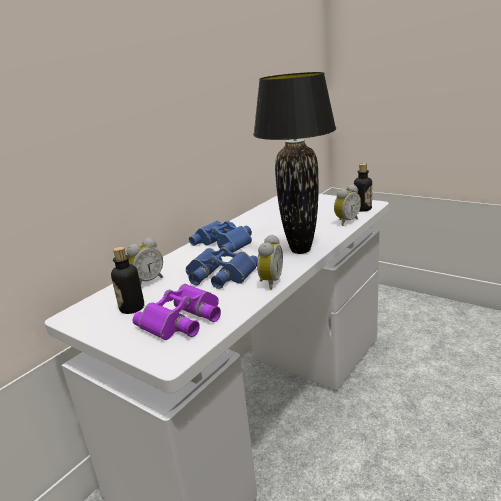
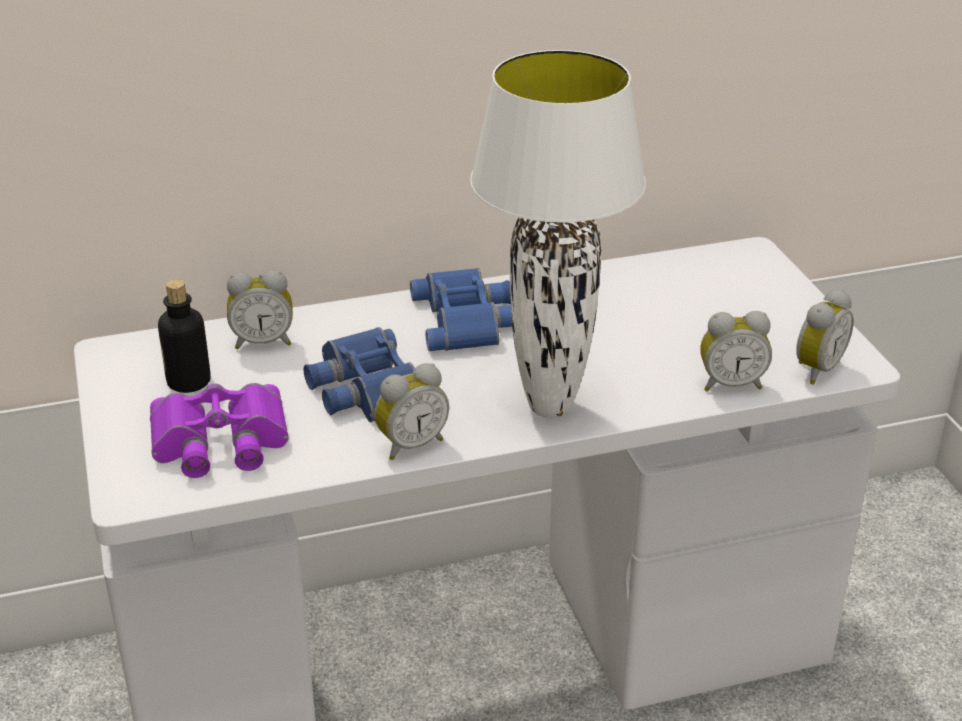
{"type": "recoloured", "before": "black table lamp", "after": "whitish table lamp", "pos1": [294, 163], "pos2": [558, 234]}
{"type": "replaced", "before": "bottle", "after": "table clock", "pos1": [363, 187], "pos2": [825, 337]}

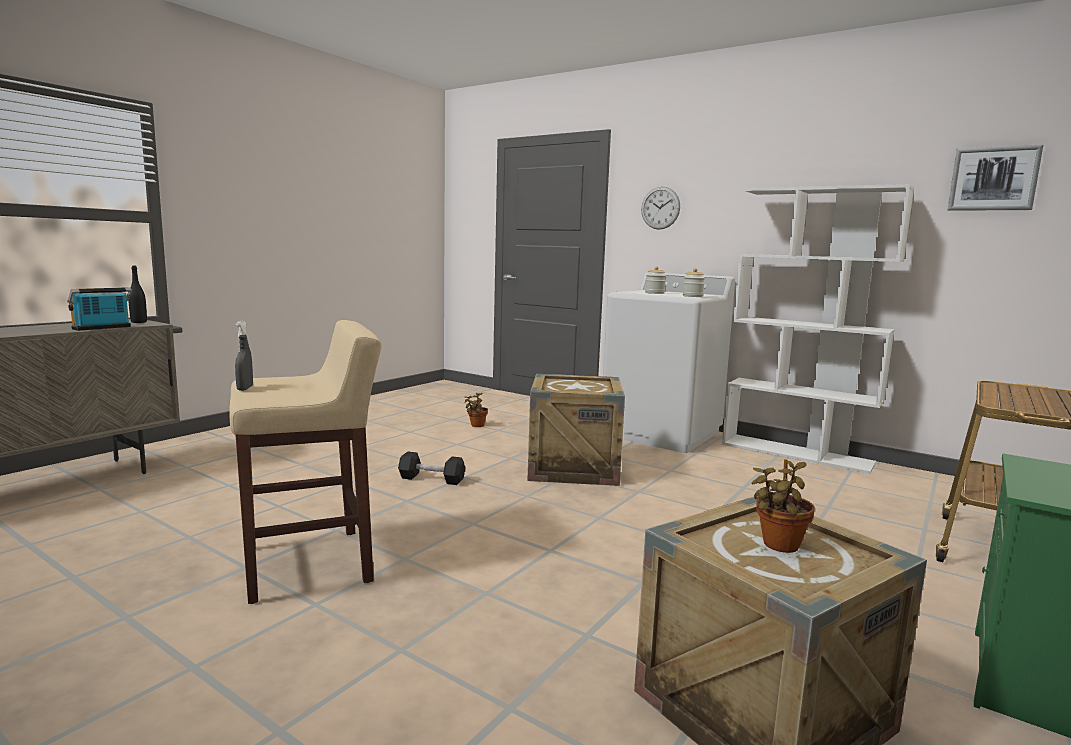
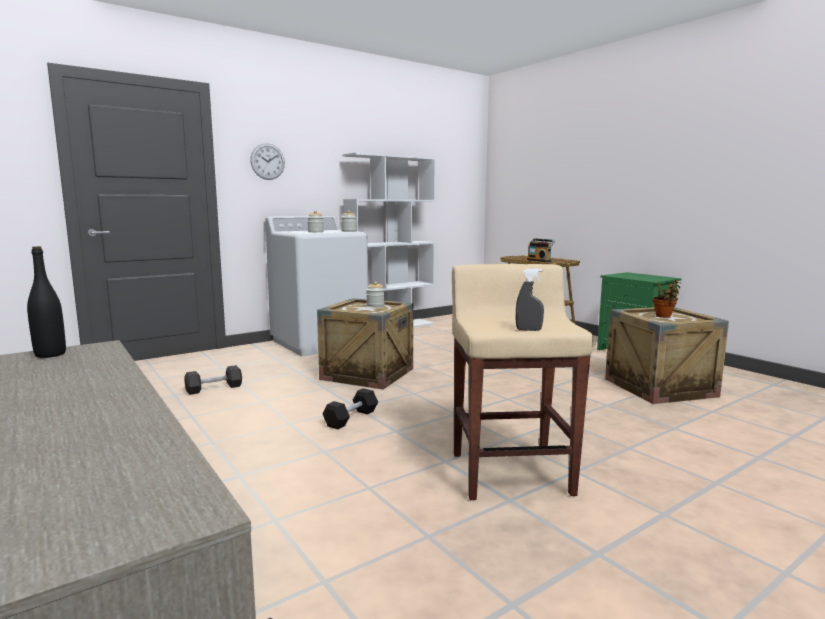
{"type": "replaced", "before": "houseplant", "after": "black free weight", "pos1": [476, 410], "pos2": [213, 380]}
{"type": "added", "after": "preserve jar", "pos2": [375, 294]}
{"type": "moved", "before": "radio set", "pos1": [99, 309], "pos2": [541, 250]}
{"type": "removed", "before": "wall art", "pos1": [995, 178]}

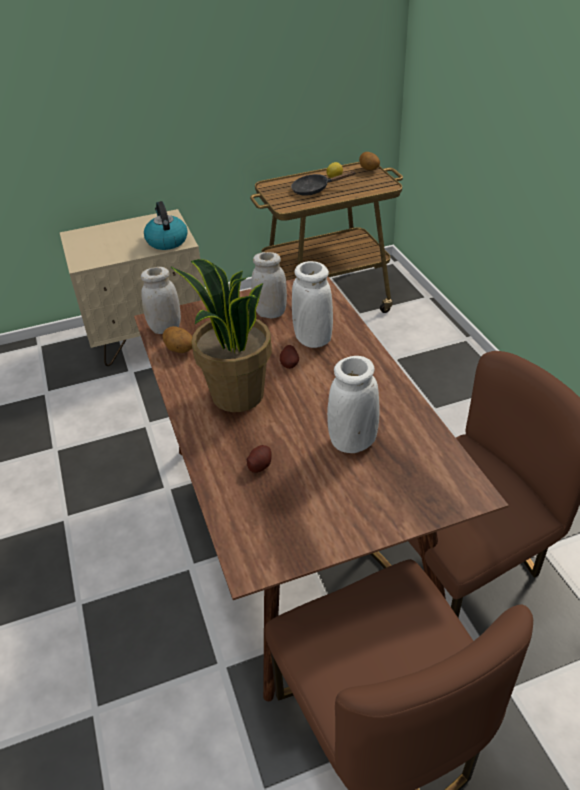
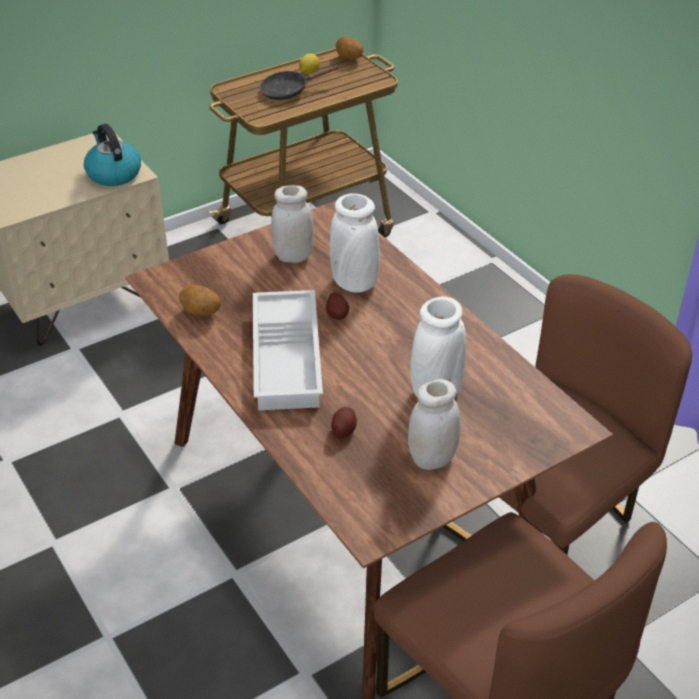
{"type": "replaced", "before": "houseplant", "after": "whitish carrying tray", "pos1": [220, 335], "pos2": [288, 350]}
{"type": "moved", "before": "whitish preserve jar", "pos1": [161, 300], "pos2": [434, 424]}

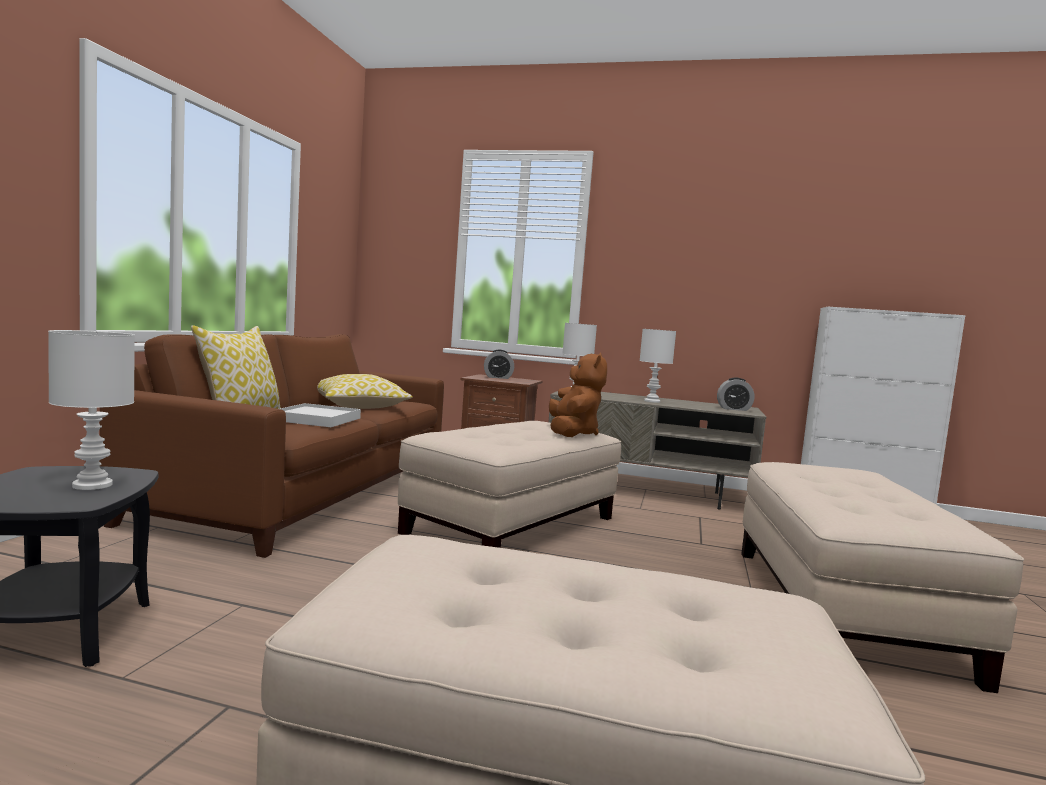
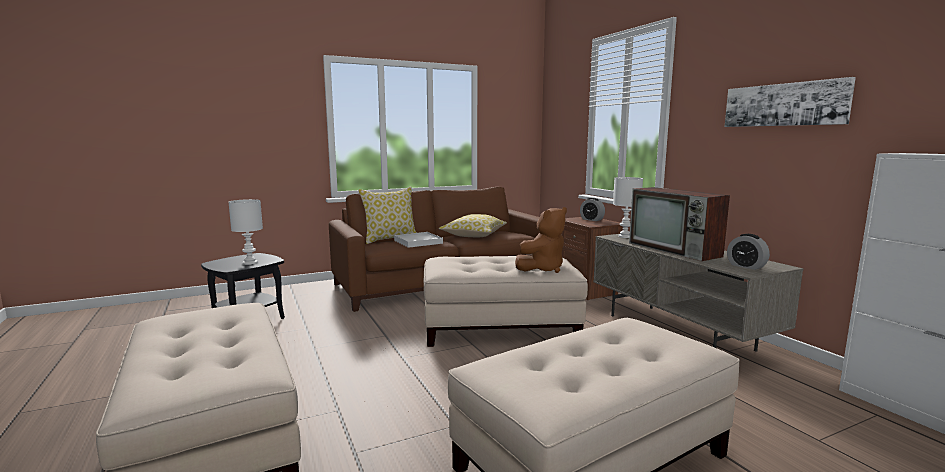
{"type": "replaced", "before": "whitish table lamp", "after": "TV set", "pos1": [658, 366], "pos2": [679, 224]}
{"type": "added", "after": "wall art", "pos2": [790, 102]}

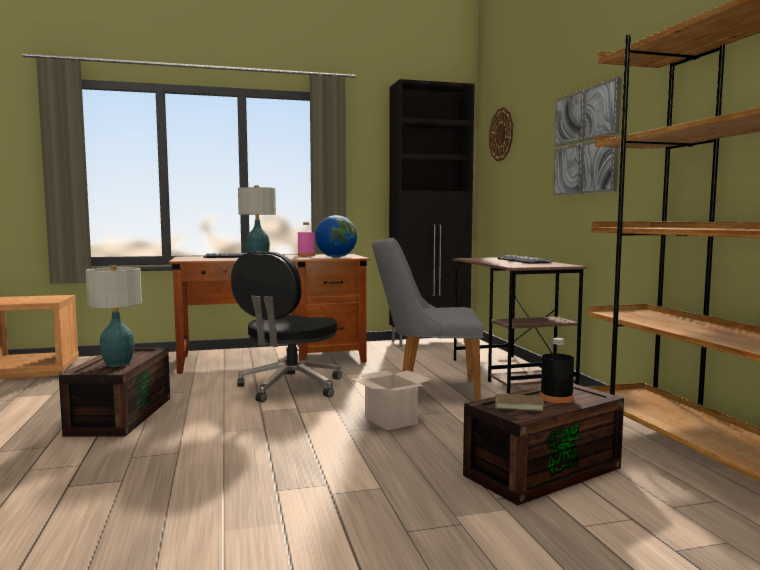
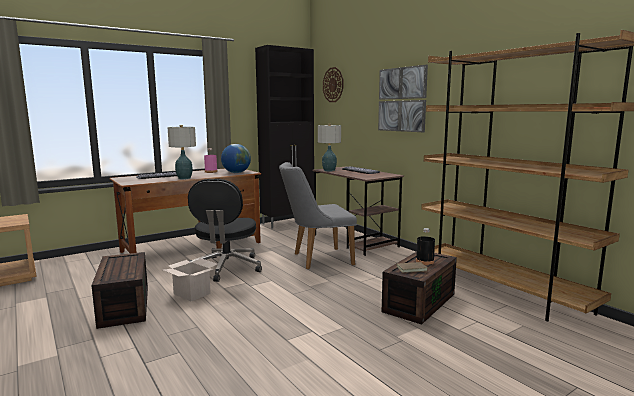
{"type": "moved", "before": "packing box", "pos1": [391, 400], "pos2": [190, 279]}
{"type": "moved", "before": "table lamp", "pos1": [114, 316], "pos2": [329, 148]}

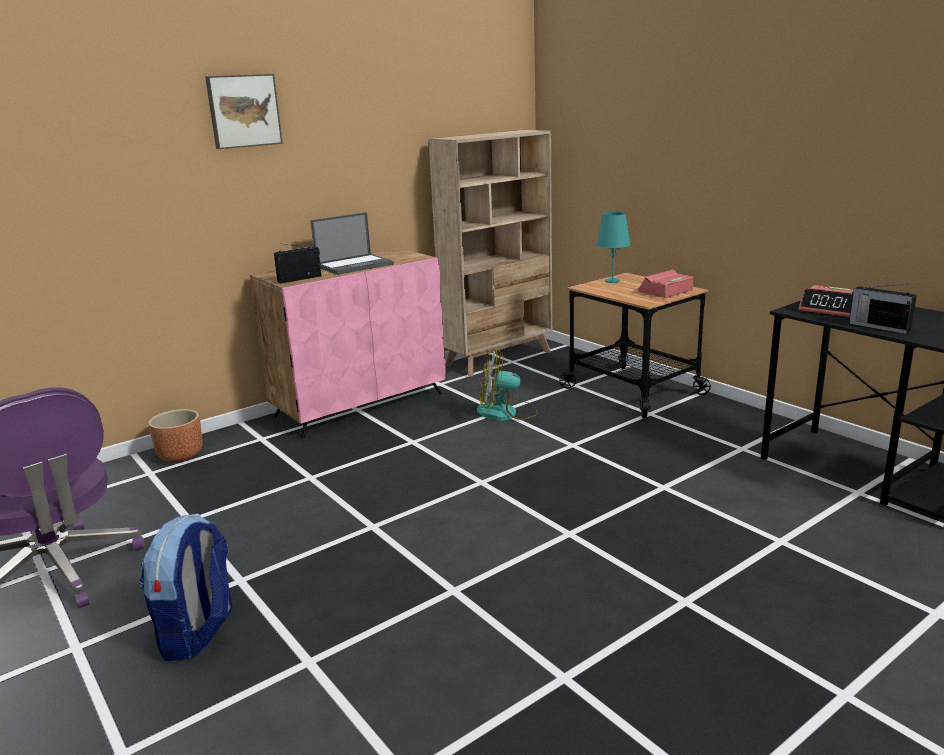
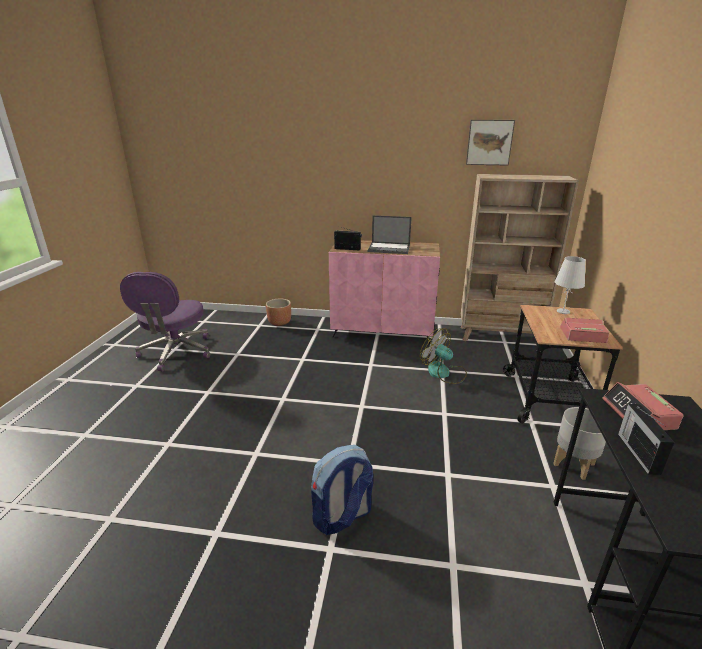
{"type": "moved", "before": "rucksack", "pos1": [186, 587], "pos2": [342, 490]}
{"type": "moved", "before": "wall art", "pos1": [244, 111], "pos2": [490, 143]}
{"type": "added", "after": "gray flower pot", "pos2": [579, 443]}
{"type": "recoloured", "before": "turquoise table lamp", "after": "whitish table lamp", "pos1": [613, 247], "pos2": [570, 285]}

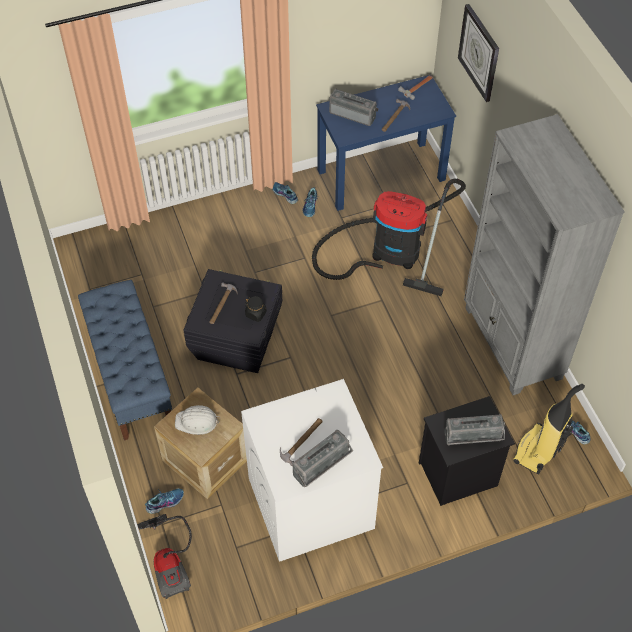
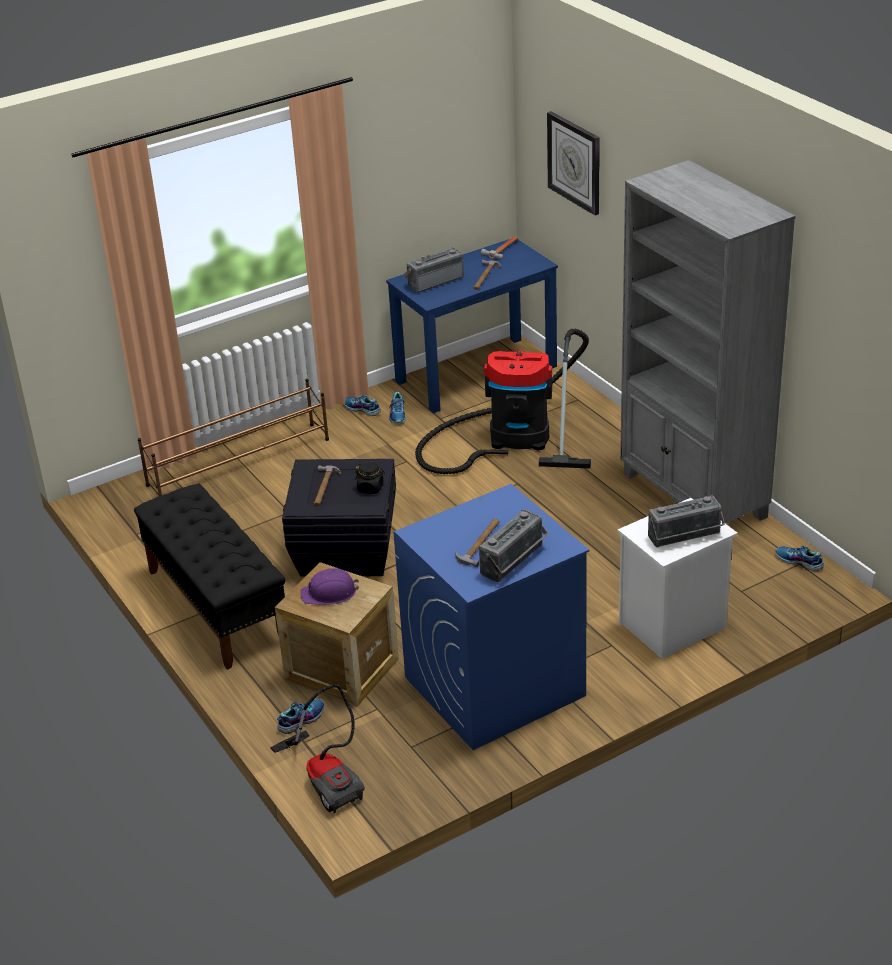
{"type": "recoloured", "before": "bluish indoor bench", "after": "black indoor bench", "pos1": [125, 360], "pos2": [209, 577]}
{"type": "added", "after": "brownish shoe stand", "pos2": [233, 437]}
{"type": "recoloured", "before": "whitish hard hat", "after": "purplish hard hat", "pos1": [197, 420], "pos2": [329, 586]}
{"type": "recoloured", "before": "whitish laundry machine", "after": "bluish laundry machine", "pos1": [312, 470], "pos2": [491, 617]}
{"type": "turned", "before": "radio set", "pos1": [354, 107], "pos2": [434, 270], "turn": -45}
{"type": "recoloured", "before": "black nightstand", "after": "whitish nightstand", "pos1": [467, 451], "pos2": [678, 578]}
{"type": "removed", "before": "hoover", "pos1": [549, 429]}

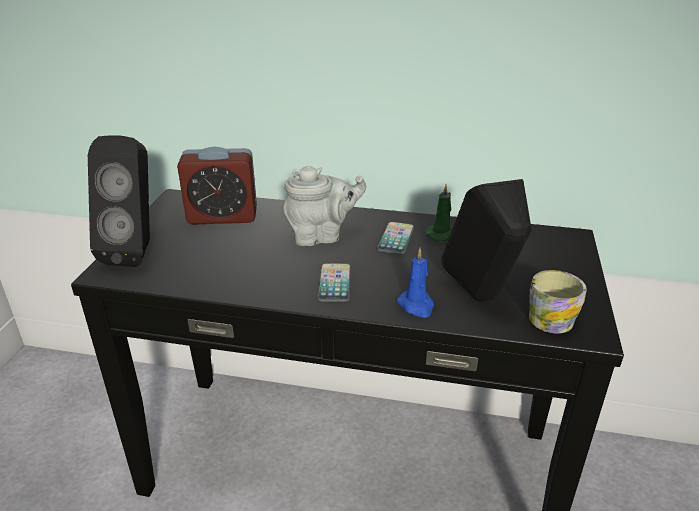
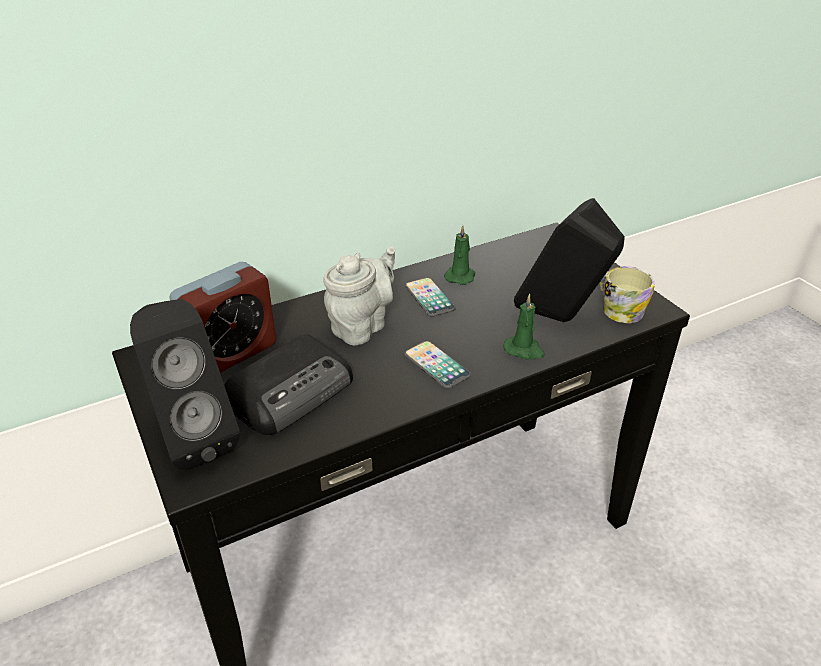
{"type": "added", "after": "radio set", "pos2": [288, 384]}
{"type": "recoloured", "before": "bluish wax light", "after": "green wax light", "pos1": [415, 283], "pos2": [524, 327]}

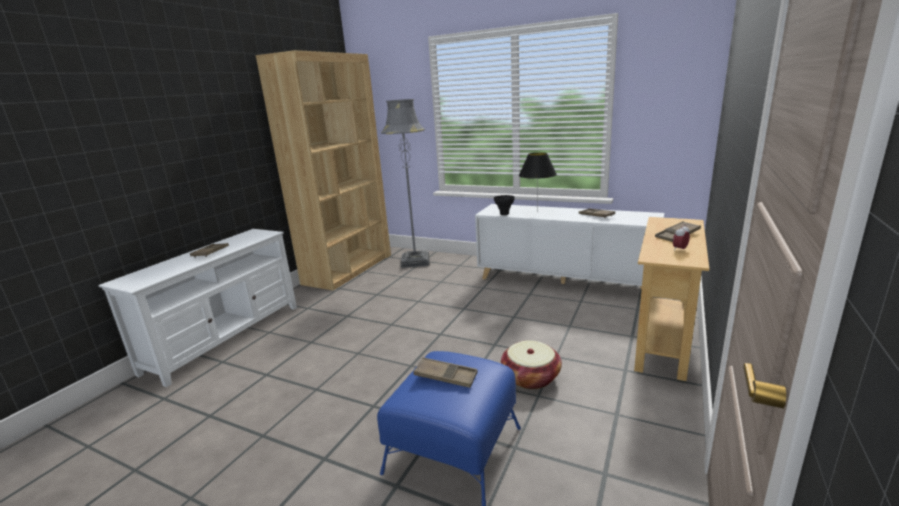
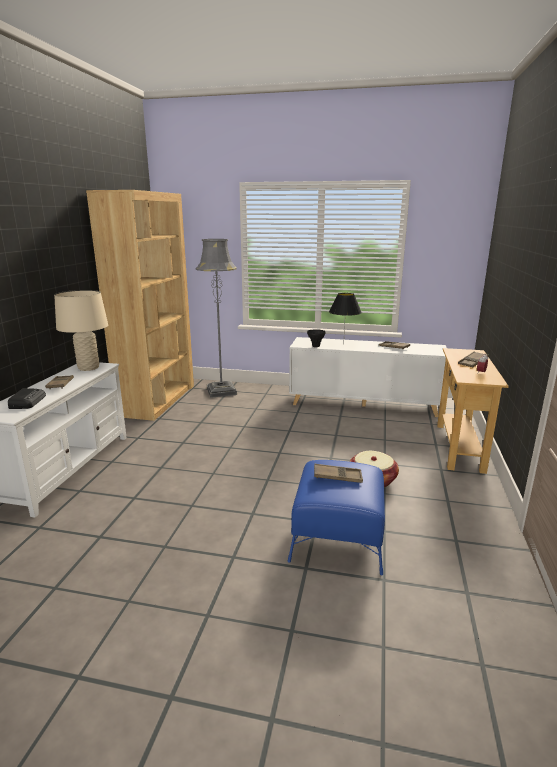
{"type": "added", "after": "radio set", "pos2": [27, 398]}
{"type": "added", "after": "beige table lamp", "pos2": [81, 330]}

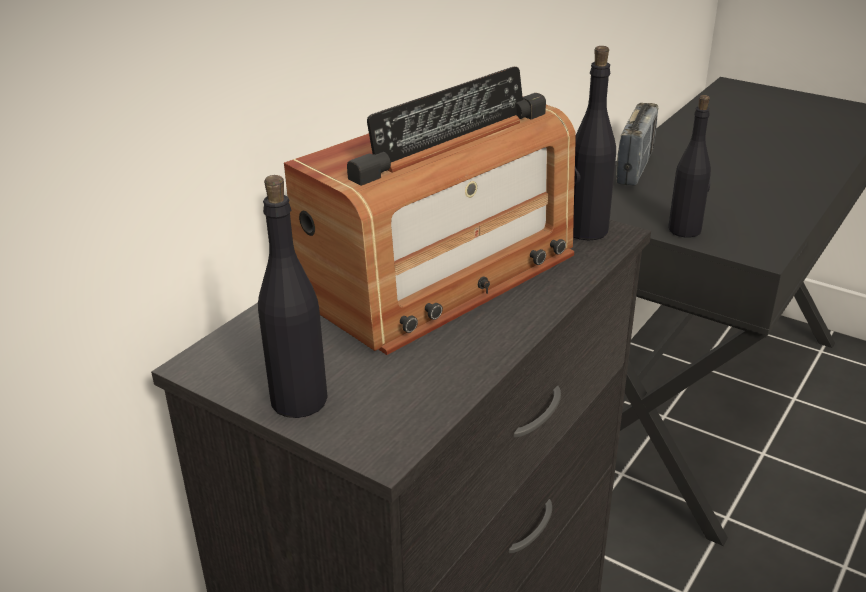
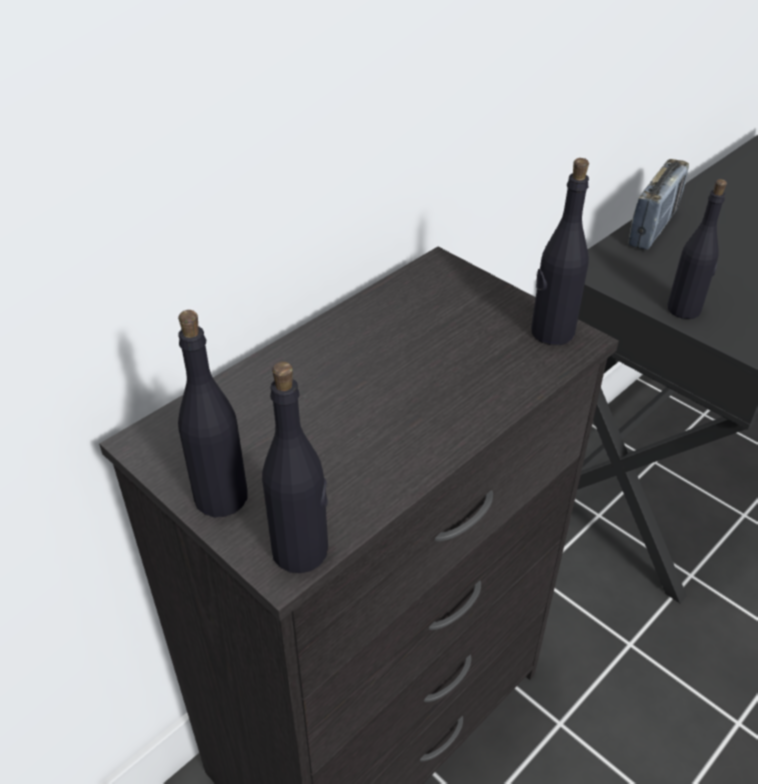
{"type": "added", "after": "black bottle", "pos2": [295, 467]}
{"type": "removed", "before": "radio set", "pos1": [430, 211]}

